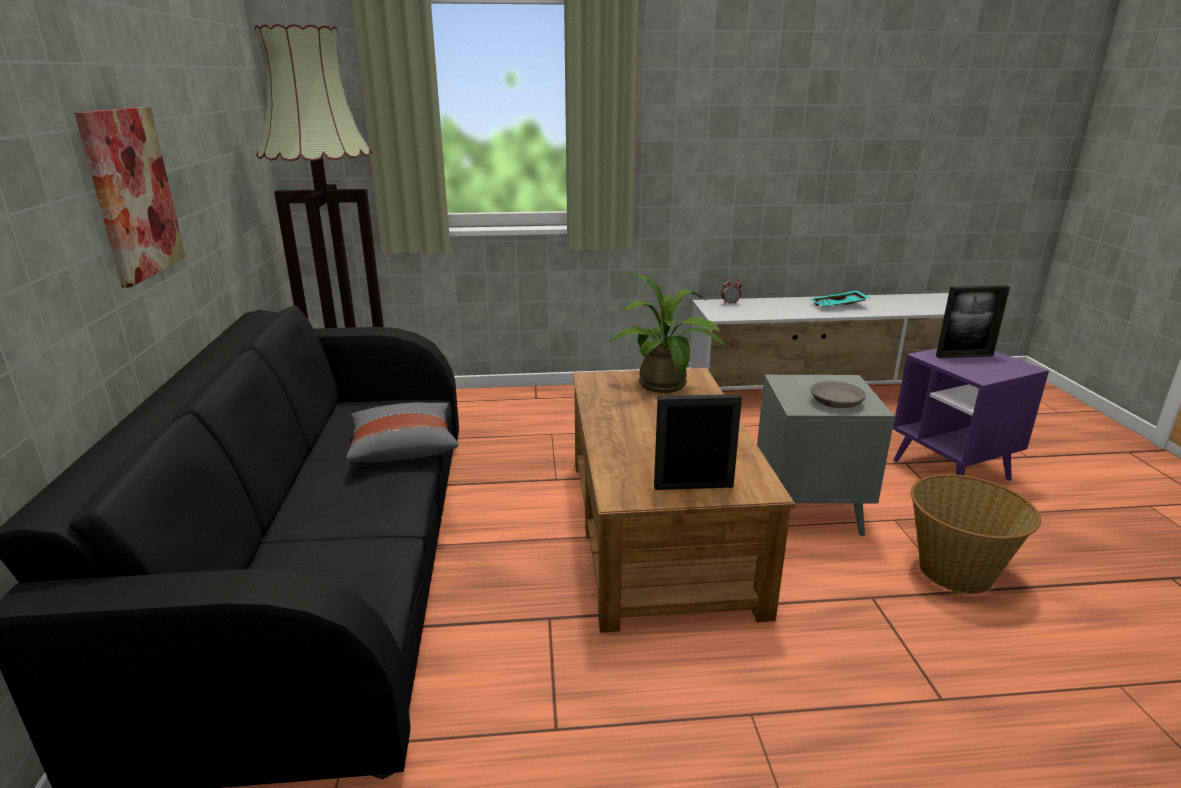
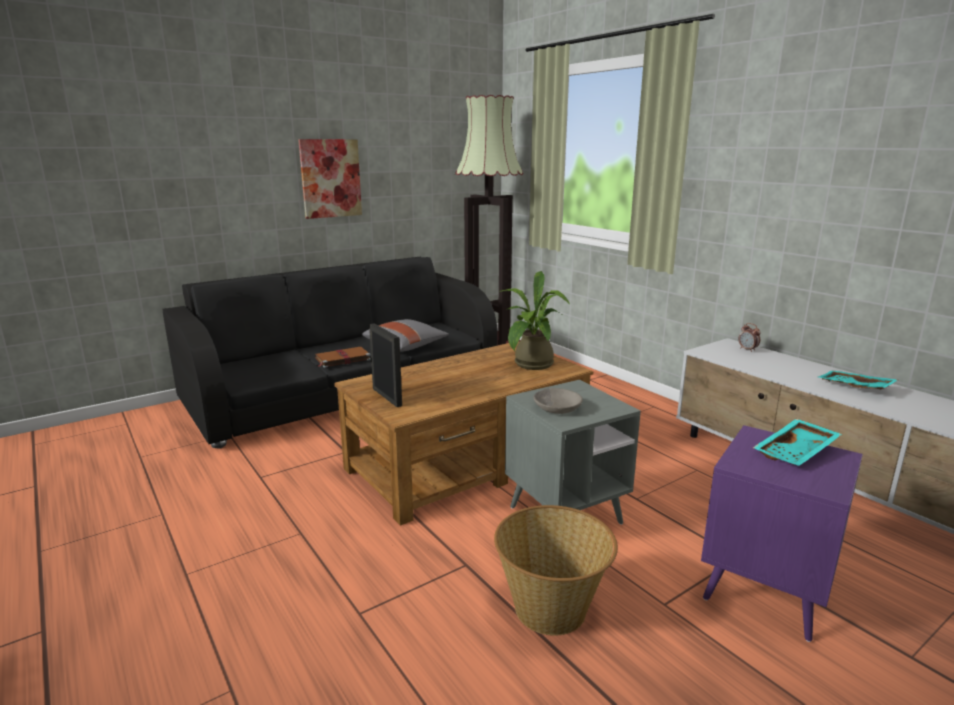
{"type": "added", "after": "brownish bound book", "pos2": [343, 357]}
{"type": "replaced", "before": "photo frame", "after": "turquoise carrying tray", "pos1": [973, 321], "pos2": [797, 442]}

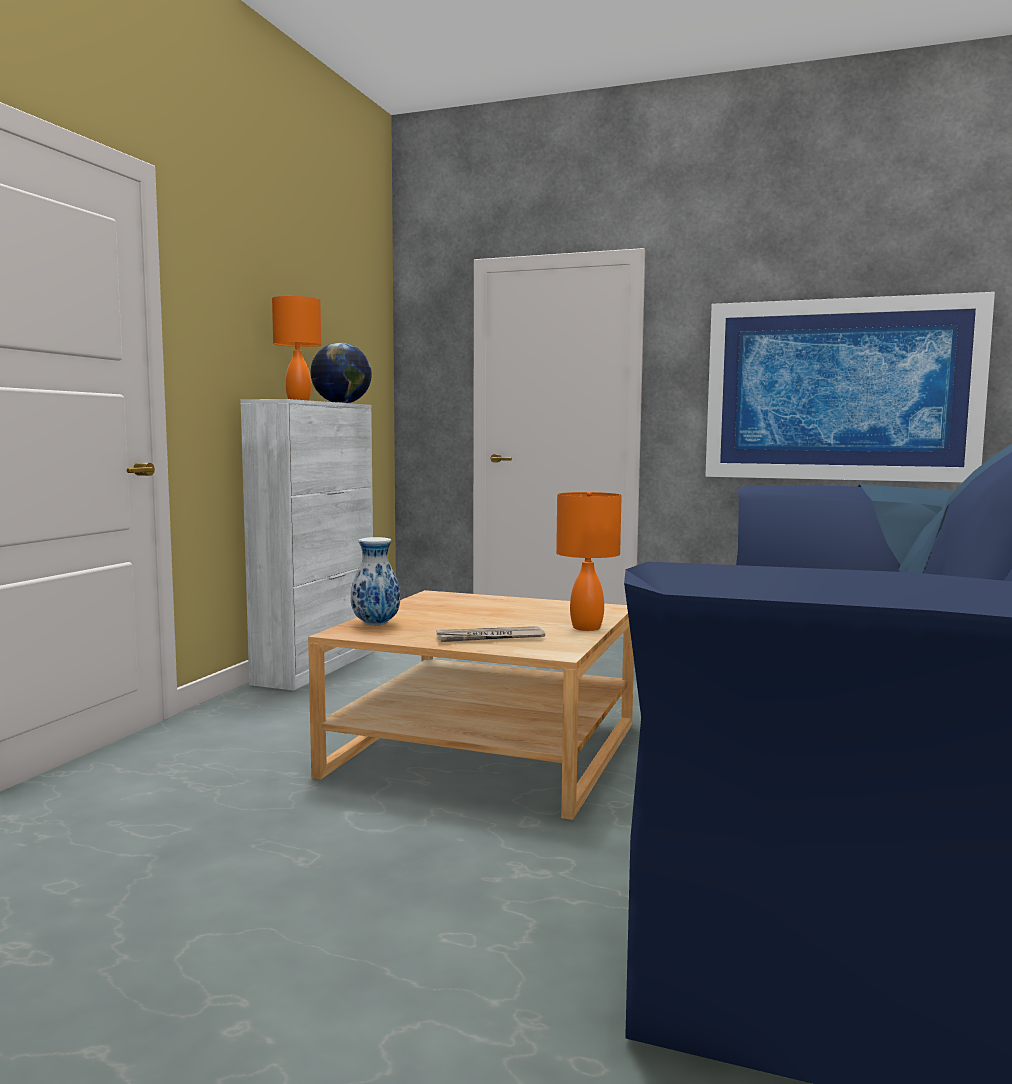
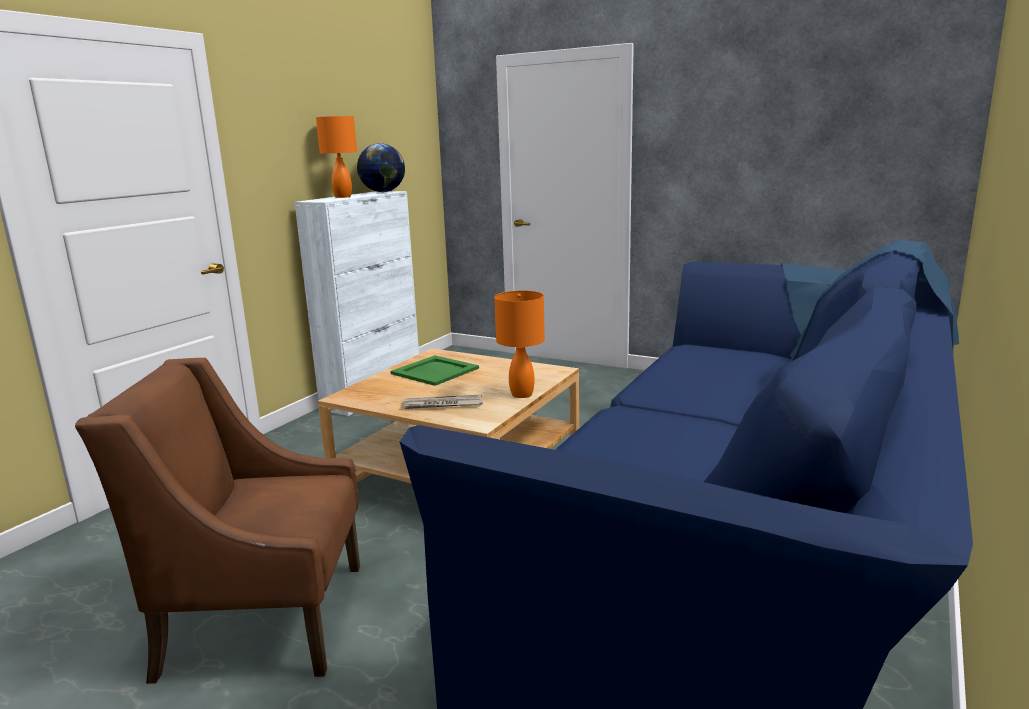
{"type": "added", "after": "brownish easy chair", "pos2": [217, 521]}
{"type": "added", "after": "green carrying tray", "pos2": [434, 370]}
{"type": "removed", "before": "vase", "pos1": [375, 581]}
{"type": "removed", "before": "wall art", "pos1": [850, 387]}

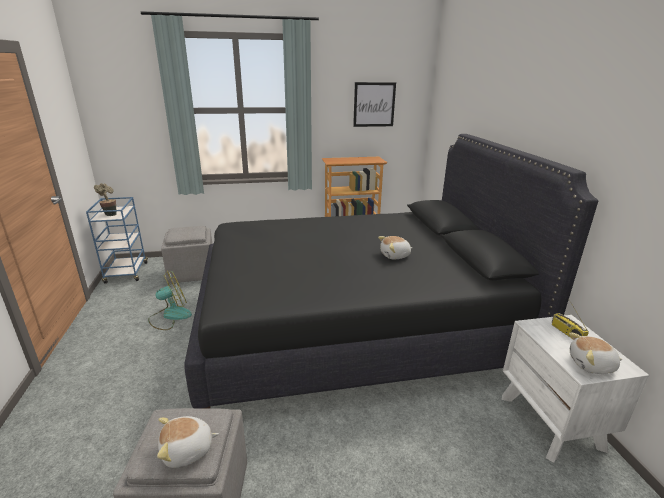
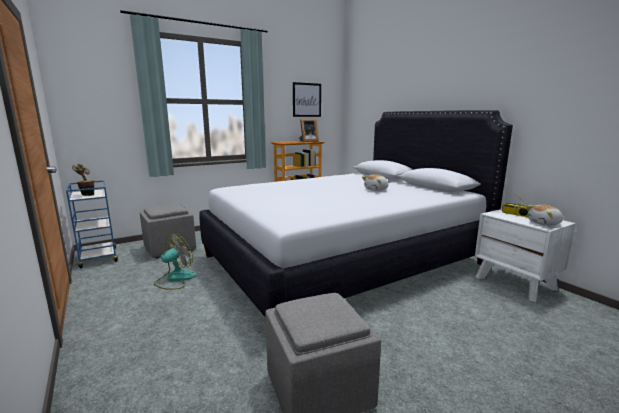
{"type": "recoloured", "before": "black bedroom bed", "after": "whitish bedroom bed", "pos1": [391, 271], "pos2": [356, 213]}
{"type": "added", "after": "photo frame", "pos2": [309, 130]}
{"type": "removed", "before": "cuddly toy", "pos1": [188, 442]}

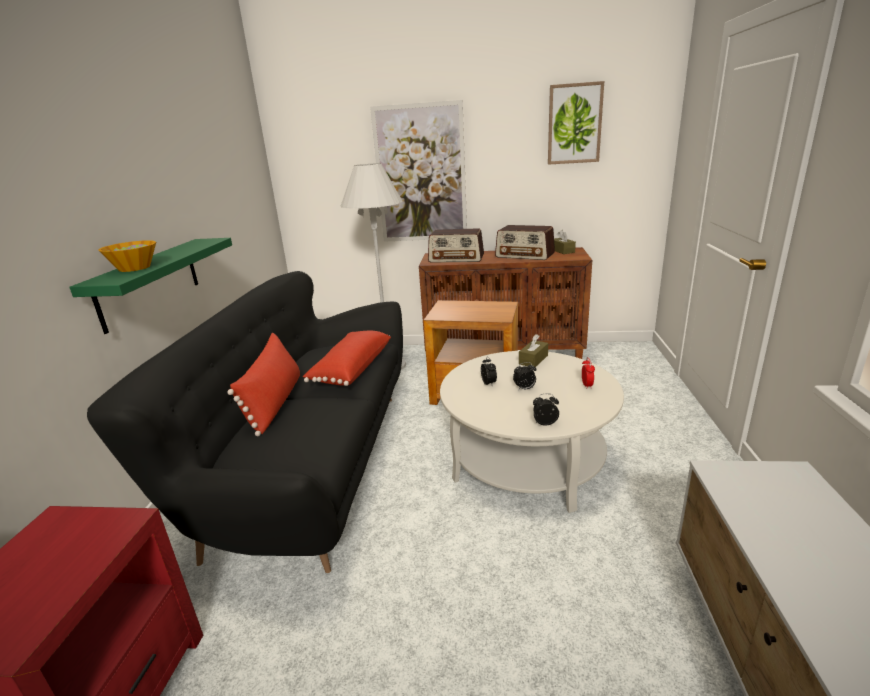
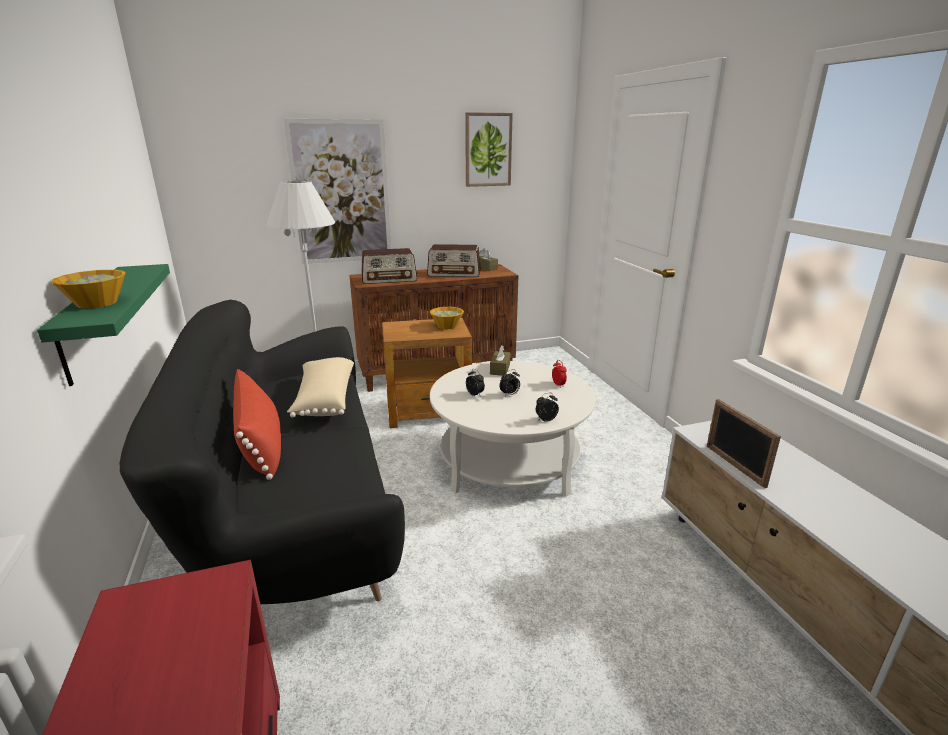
{"type": "recoloured", "before": "reddish cushion", "after": "beige cushion", "pos1": [347, 358], "pos2": [320, 387]}
{"type": "added", "after": "deep dish", "pos2": [447, 318]}
{"type": "added", "after": "photo frame", "pos2": [744, 443]}

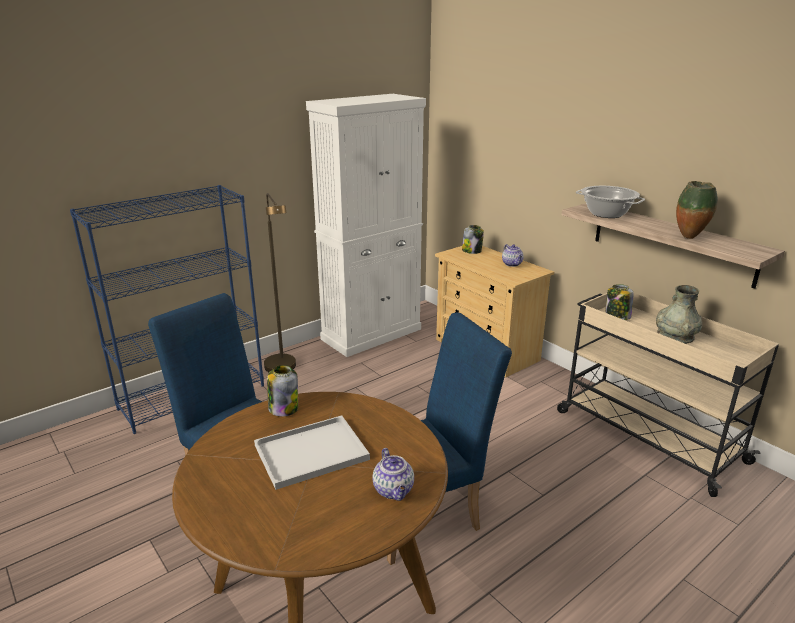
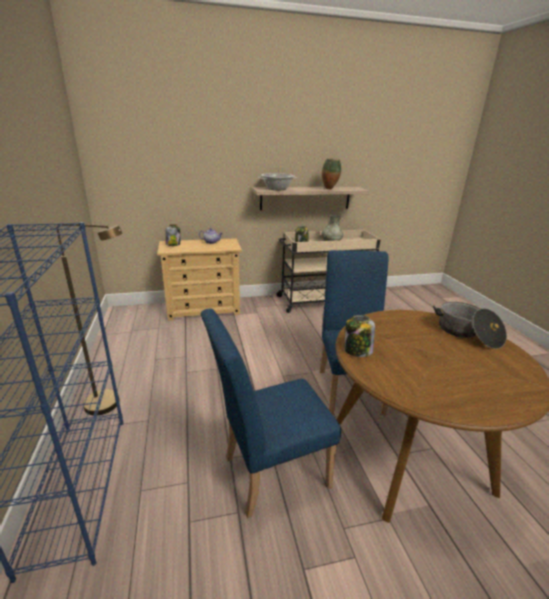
{"type": "replaced", "before": "teapot", "after": "saucepot", "pos1": [393, 474], "pos2": [470, 325]}
{"type": "removed", "before": "whitish carrying tray", "pos1": [312, 452]}
{"type": "removed", "before": "whitish cabinet", "pos1": [366, 225]}

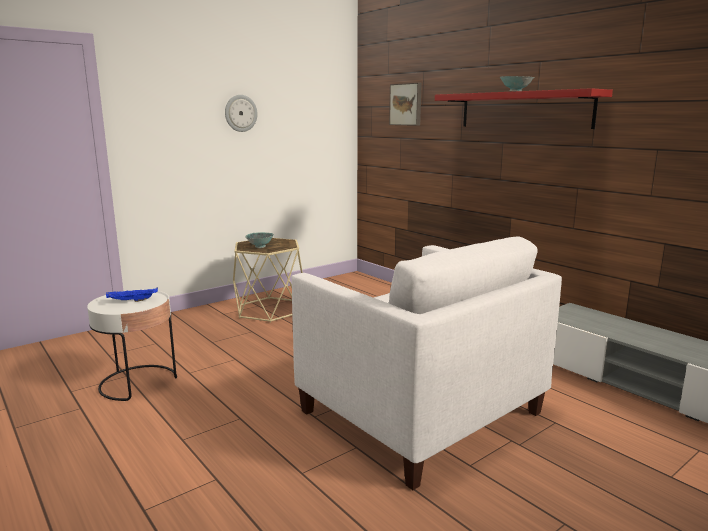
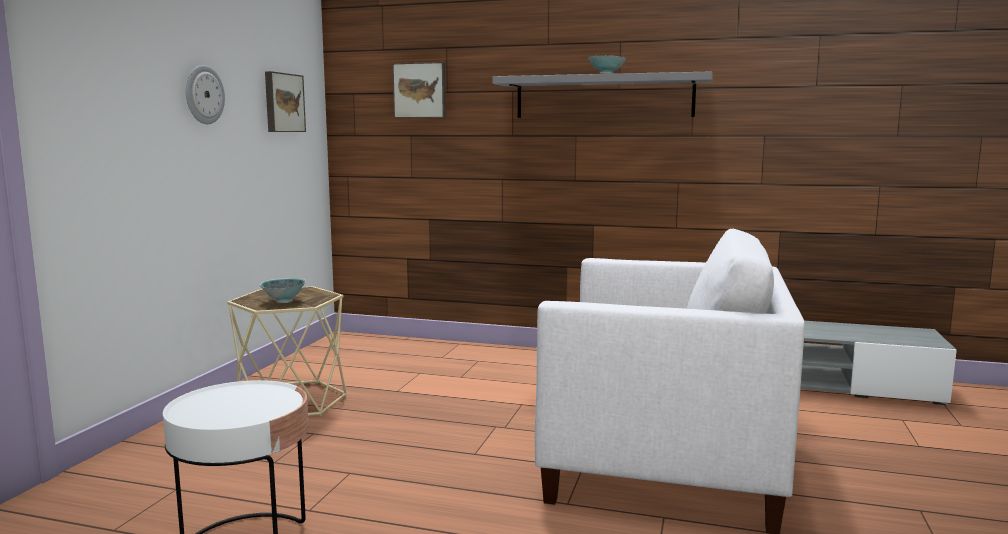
{"type": "added", "after": "wall art", "pos2": [285, 101]}
{"type": "recoloured", "before": "reddish shelf", "after": "gray shelf", "pos1": [524, 108], "pos2": [602, 94]}
{"type": "removed", "before": "bluish carrying tray", "pos1": [132, 294]}

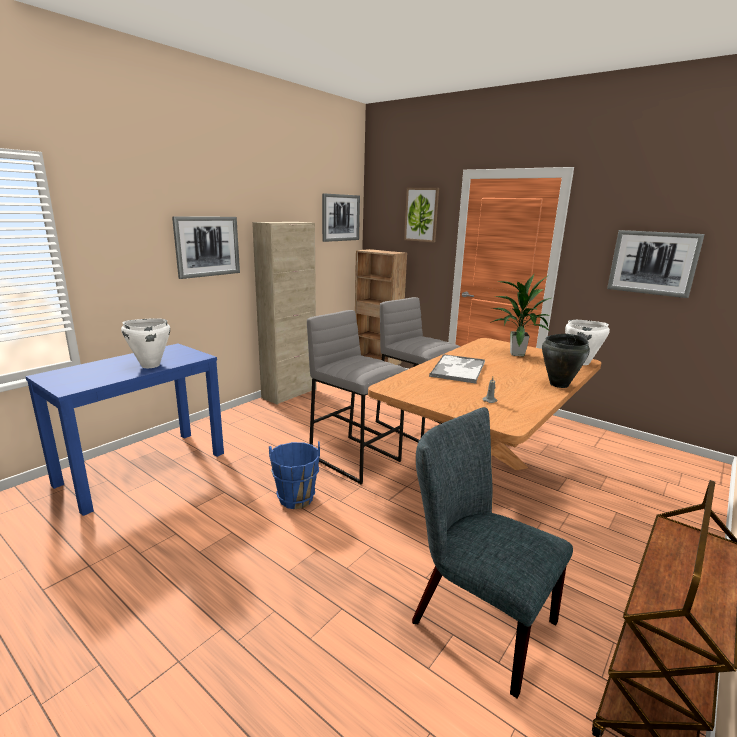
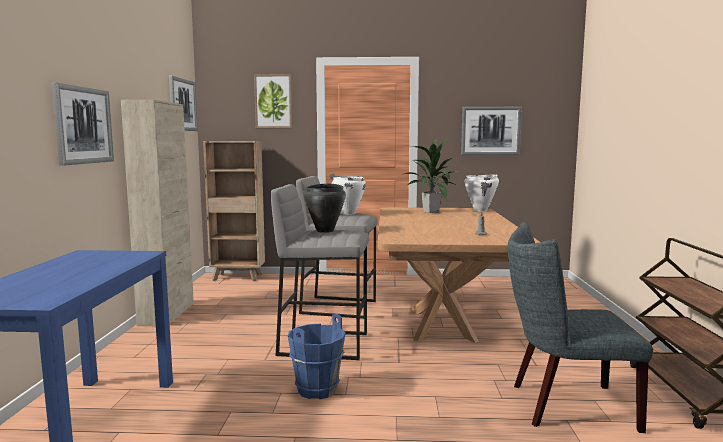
{"type": "moved", "before": "black saucepot", "pos1": [566, 361], "pos2": [325, 208]}
{"type": "moved", "before": "whitish saucepot", "pos1": [145, 343], "pos2": [349, 195]}
{"type": "removed", "before": "carrying tray", "pos1": [457, 369]}

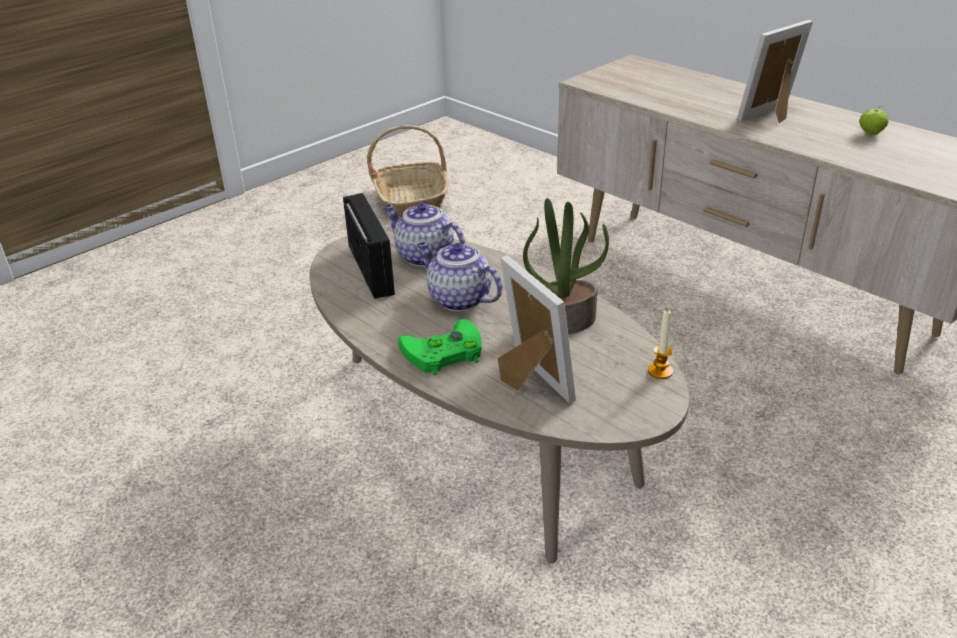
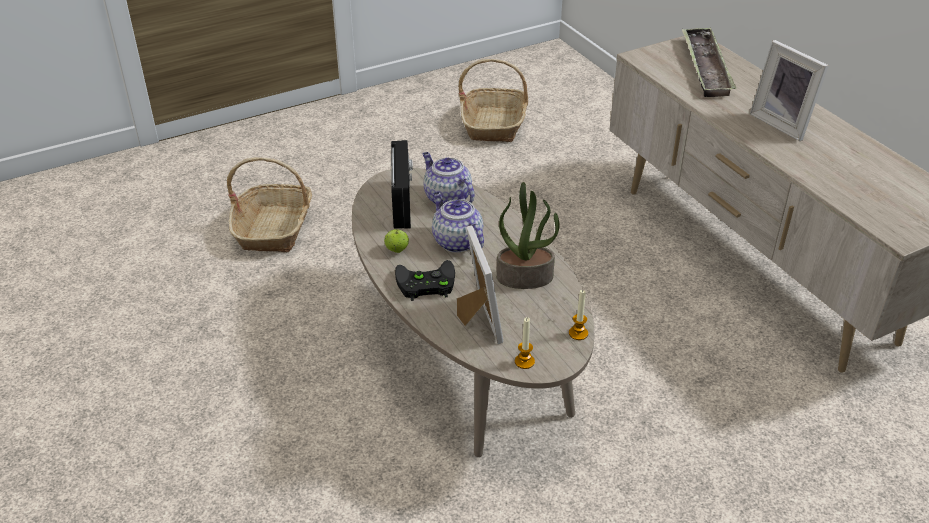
{"type": "added", "after": "storage basket", "pos2": [269, 204]}
{"type": "moved", "before": "apple", "pos1": [874, 120], "pos2": [396, 241]}
{"type": "recoloured", "before": "green joypad", "after": "black joypad", "pos1": [440, 347], "pos2": [425, 280]}
{"type": "added", "after": "wax light", "pos2": [525, 343]}
{"type": "added", "after": "carrying tray", "pos2": [709, 62]}
{"type": "turned", "before": "photo frame", "pos1": [775, 71], "pos2": [789, 90], "turn": -105}

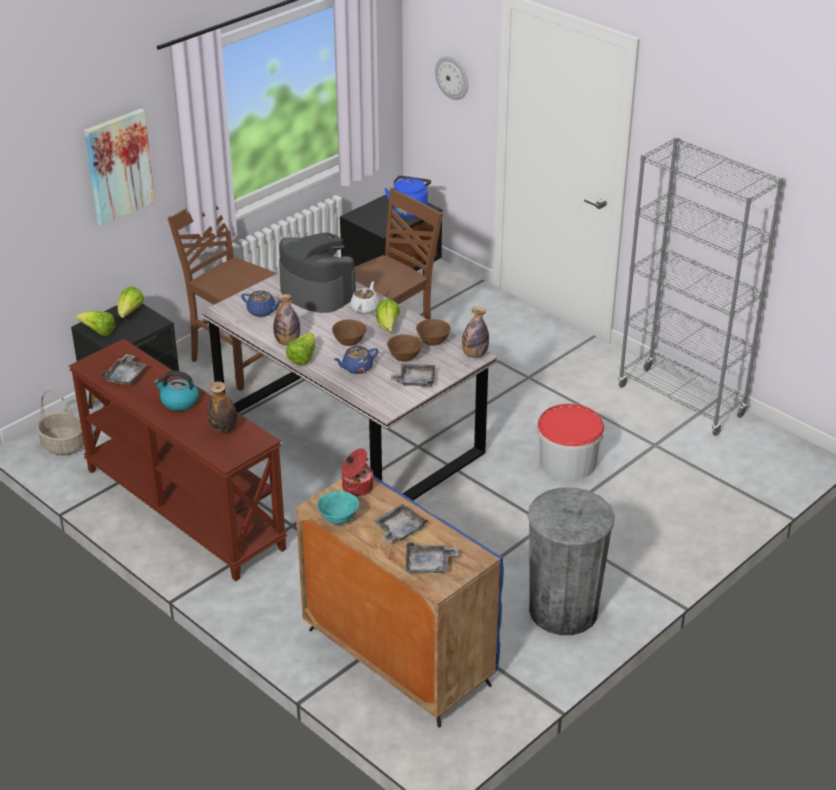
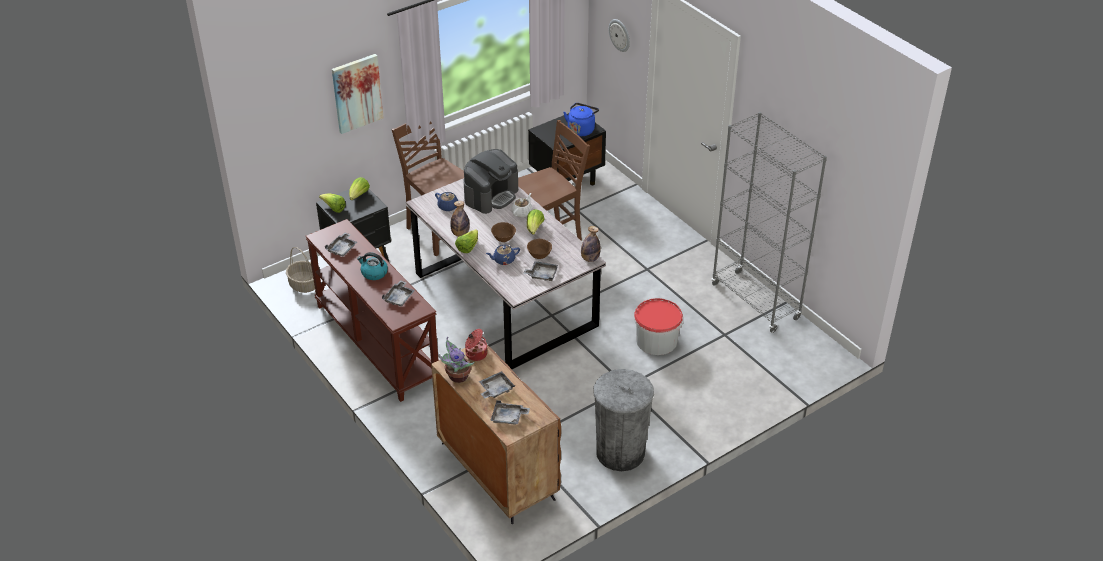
{"type": "replaced", "before": "bottle", "after": "gray carrying tray", "pos1": [222, 407], "pos2": [398, 293]}
{"type": "recoloured", "before": "bluish cabinet", "after": "brownish cabinet", "pos1": [400, 602], "pos2": [496, 434]}
{"type": "replaced", "before": "turquoise deep dish", "after": "houseplant", "pos1": [338, 508], "pos2": [458, 360]}
{"type": "turned", "before": "coffee maker", "pos1": [317, 272], "pos2": [491, 181], "turn": 75}
{"type": "removed", "before": "brownish deep dish", "pos1": [433, 332]}

